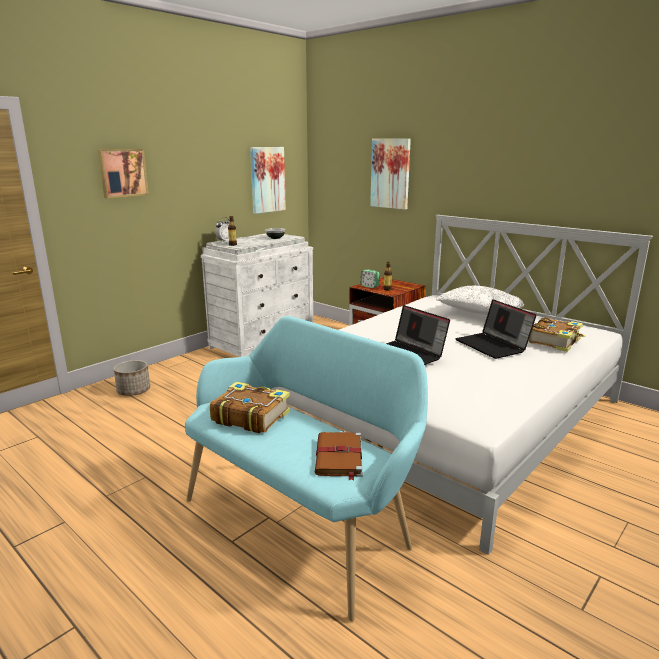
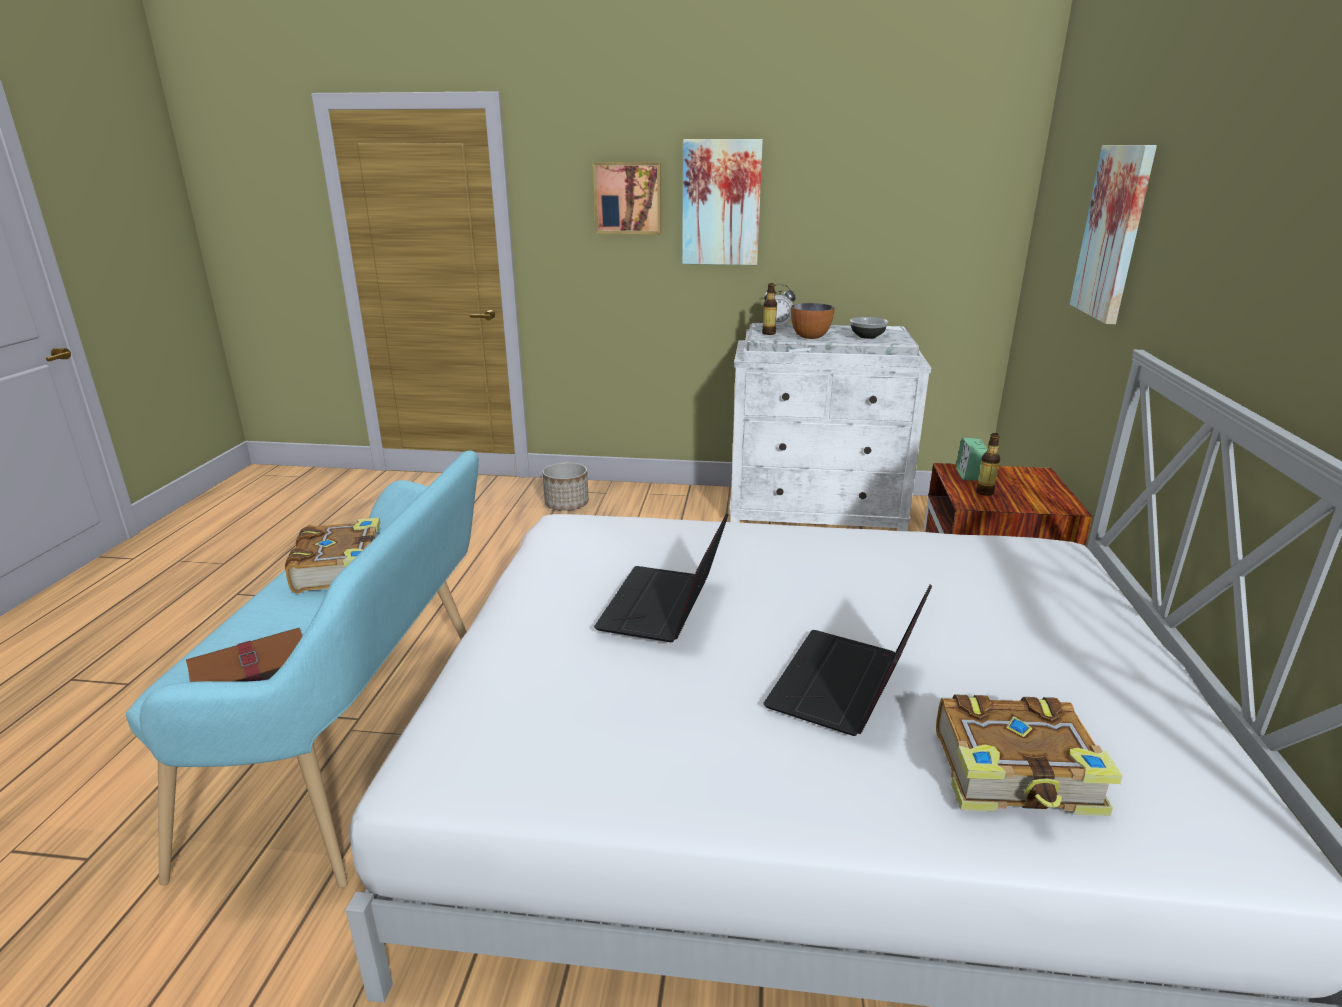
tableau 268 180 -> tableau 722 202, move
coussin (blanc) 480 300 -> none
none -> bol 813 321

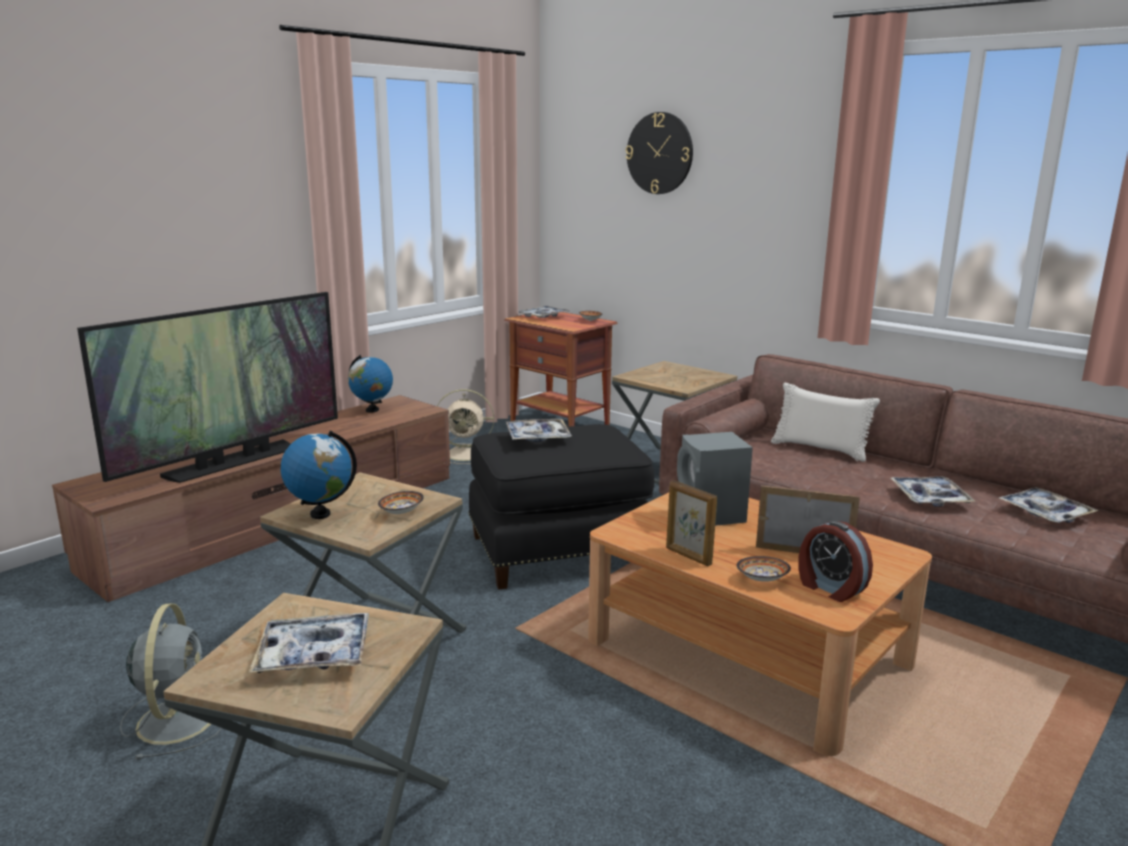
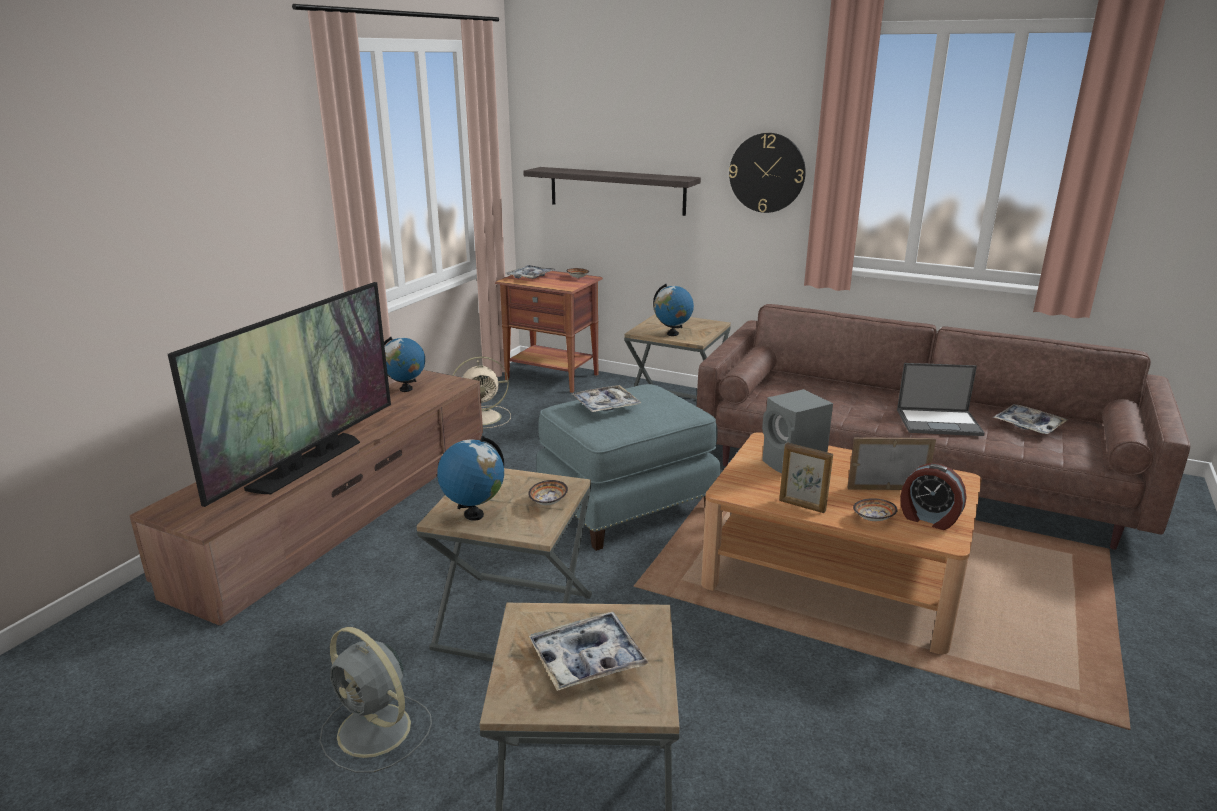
ventilateur (gris) 171 681 -> ventilateur (gris) 375 700, 150 degrees clockwise
pouf (noir) 562 507 -> pouf (bleu) 628 467
horloge murale 659 153 -> horloge murale 767 173, move
coussin (blanc) 825 422 -> none
plateau 933 491 -> ordinateur portable 941 399
none -> étagère 612 191
none -> globe 673 310

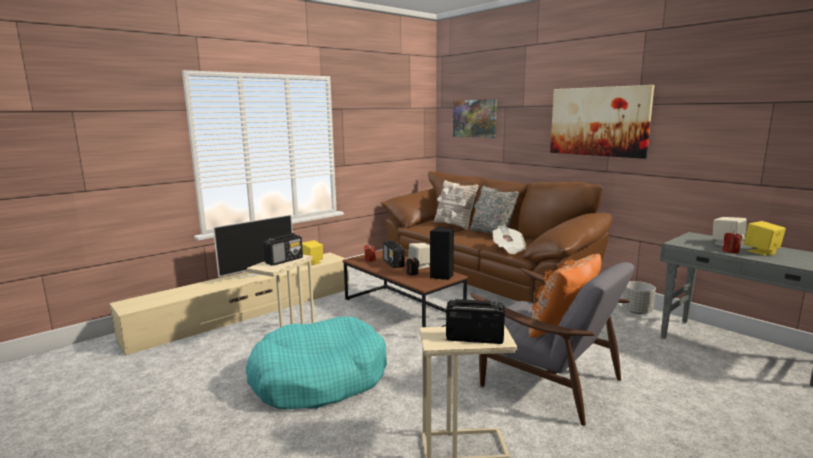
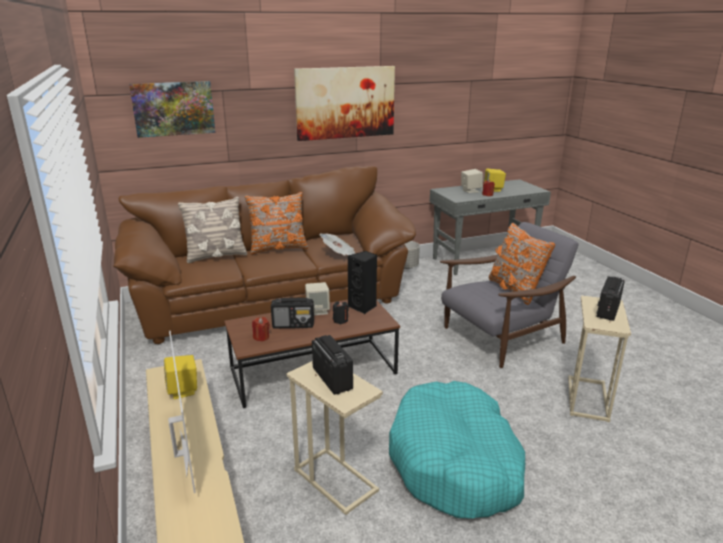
coussin (gris) 494 210 -> coussin (orange) 276 223

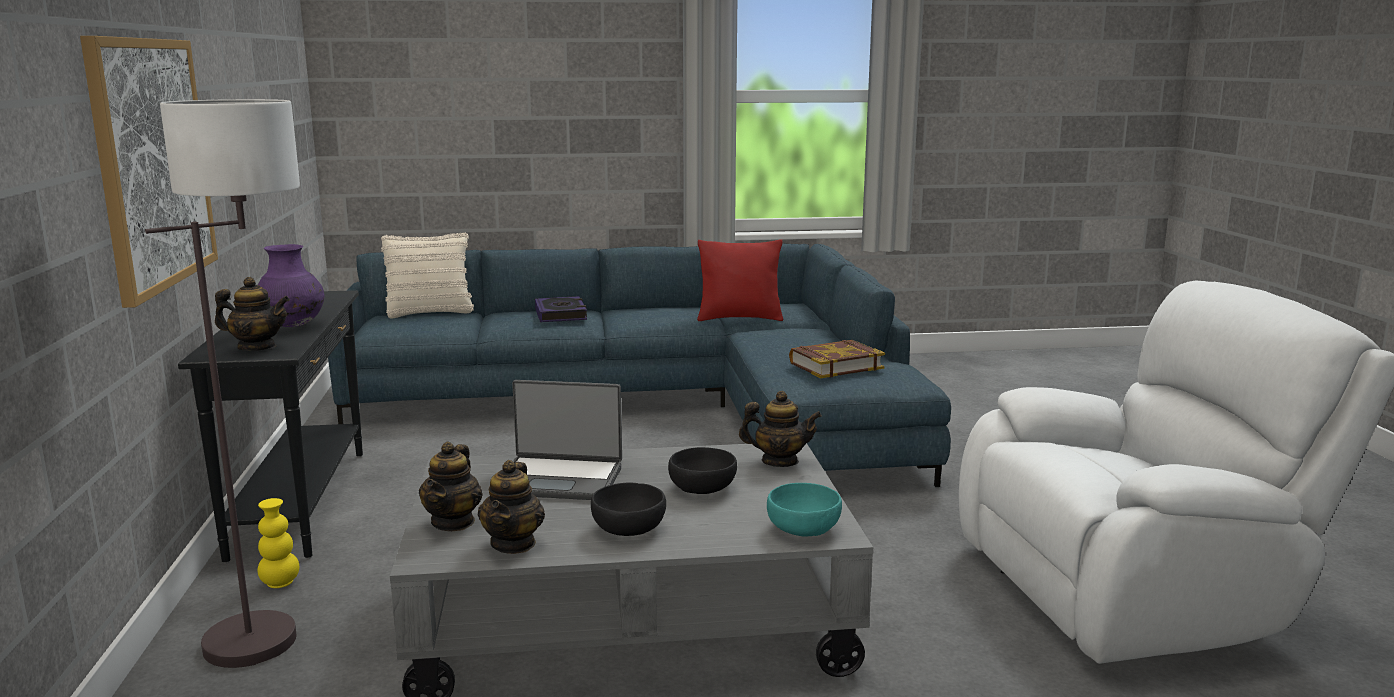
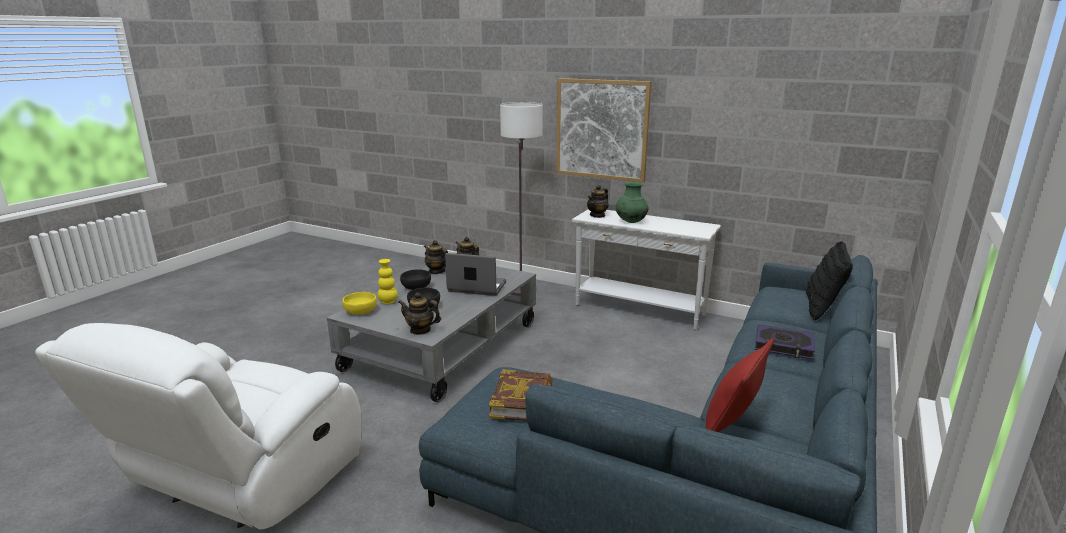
table console (noir) 270 427 -> table console (blanc) 646 269
vase (jaune) 278 543 -> vase (jaune) 387 281, move
vase (violet) 291 285 -> vase (vert) 632 202
coussin (beige) 427 275 -> coussin (noir) 829 280
ordinateur portable 567 440 -> ordinateur portable 475 274, 60 degrees clockwise
théière 780 429 -> théière 419 313, 60 degrees clockwise
bol (turquoise) 804 510 -> bol (jaune) 359 303

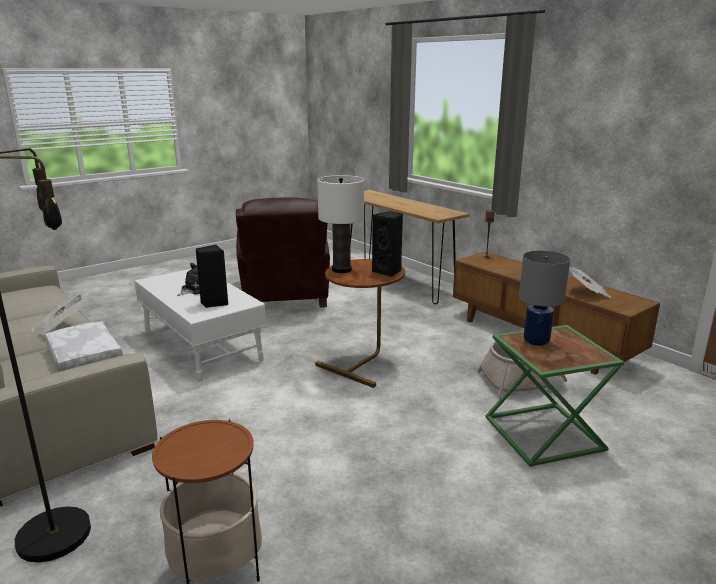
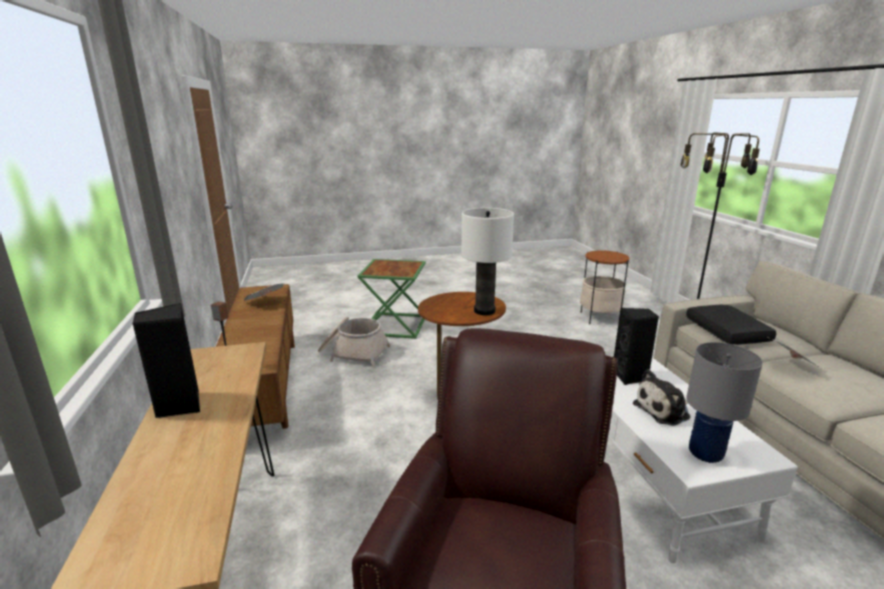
coussin (blanc) 84 347 -> coussin (noir) 731 325
enceinte (noir) 387 244 -> enceinte (noir) 166 360, move
lampe de table (gris) 544 298 -> lampe de table (gris) 724 402, move

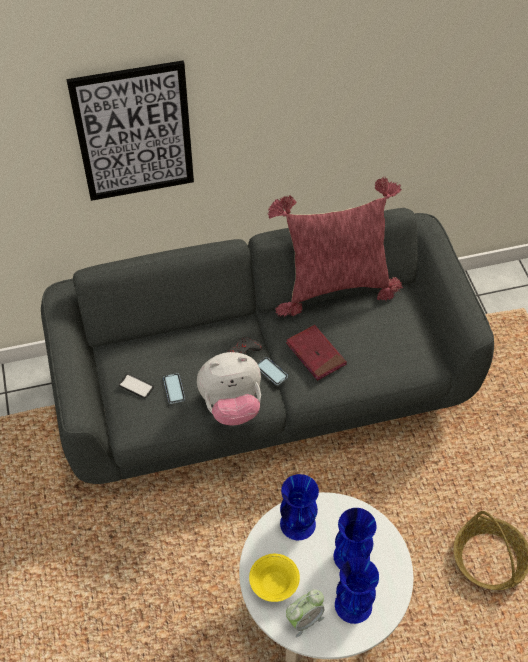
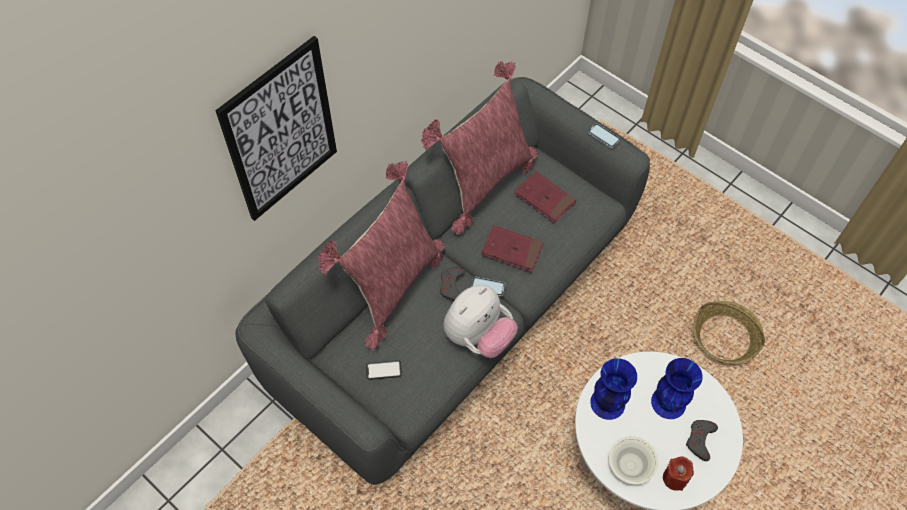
téléphone 174 388 -> téléphone 604 135, move
bol (jaune) 274 578 -> bol (blanc) 633 460
réveil 305 613 -> bougie (rouge) 678 473
vase (bleu) 357 590 -> manette (gris) 702 440
none -> coussin (rouge) 382 255
none -> livre (rouge) 545 197

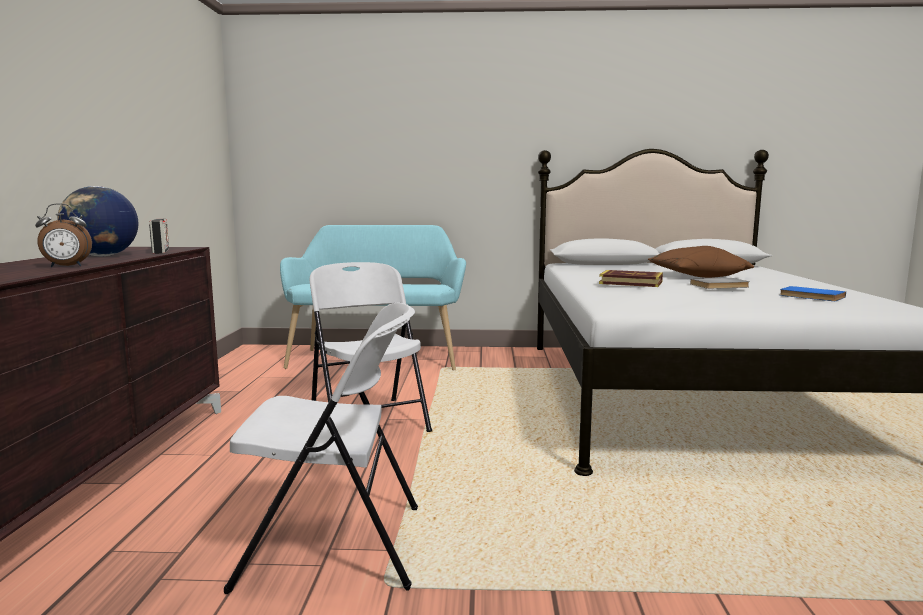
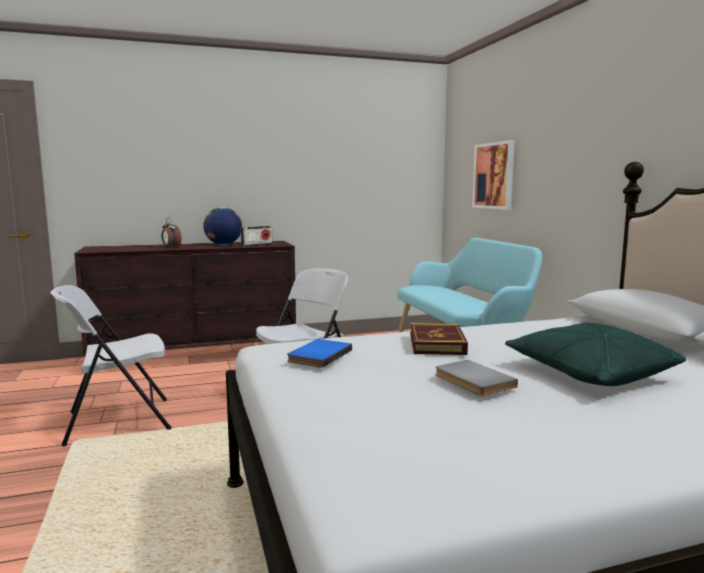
chaise (blanc) 321 448 -> chaise (blanc) 110 366, 90 degrees clockwise
coussin (marron) 701 262 -> coussin (vert) 595 354
livre (bleu) 813 293 -> livre (bleu) 319 353, move
none -> tableau 493 175

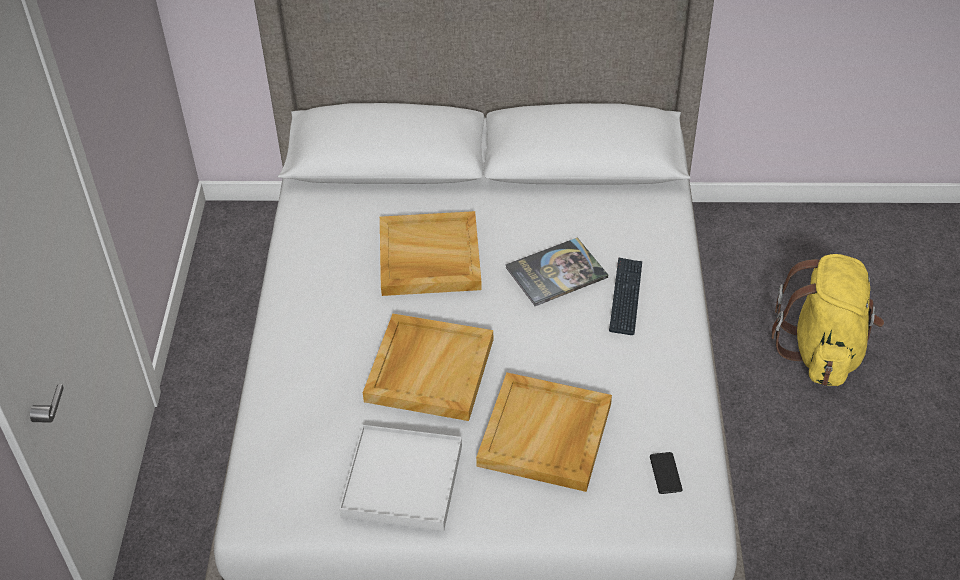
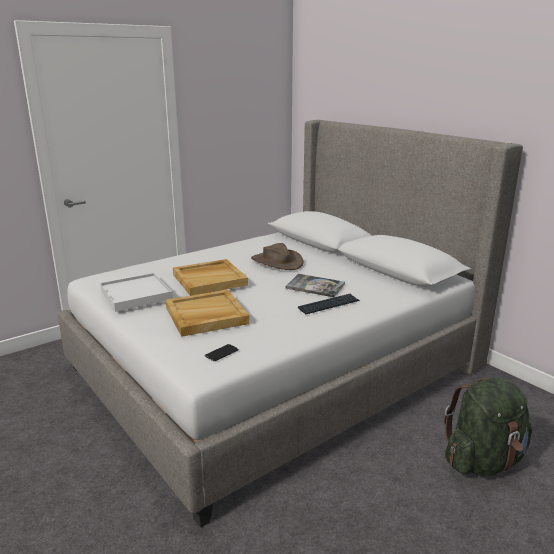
plateau (beige) 431 253 -> chapeau (marron) 277 256
sac à dos (jaune) 828 320 -> sac à dos (vert) 488 426

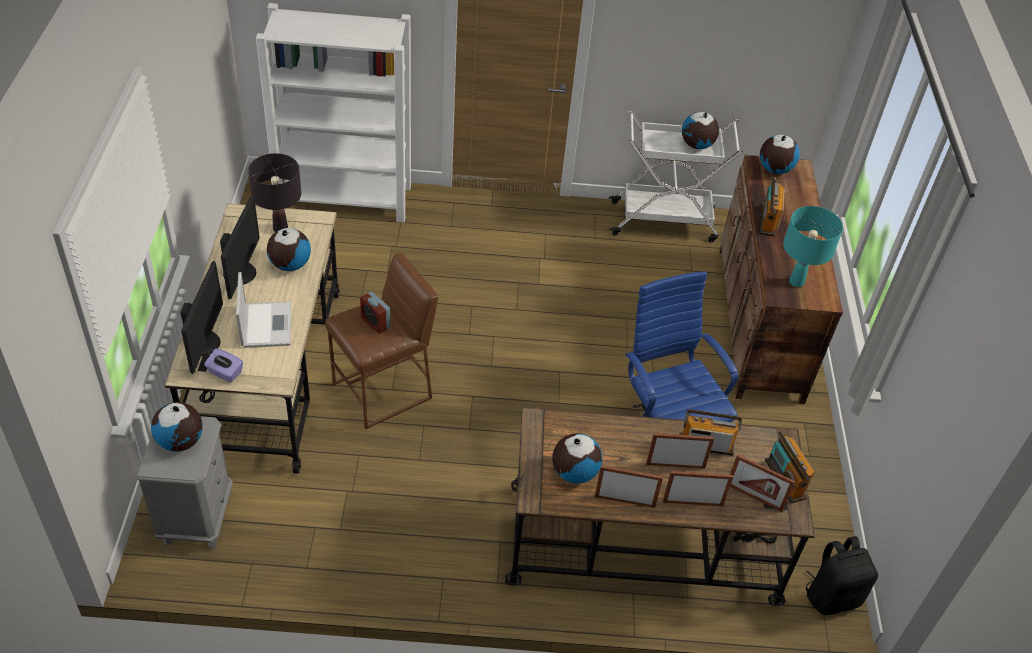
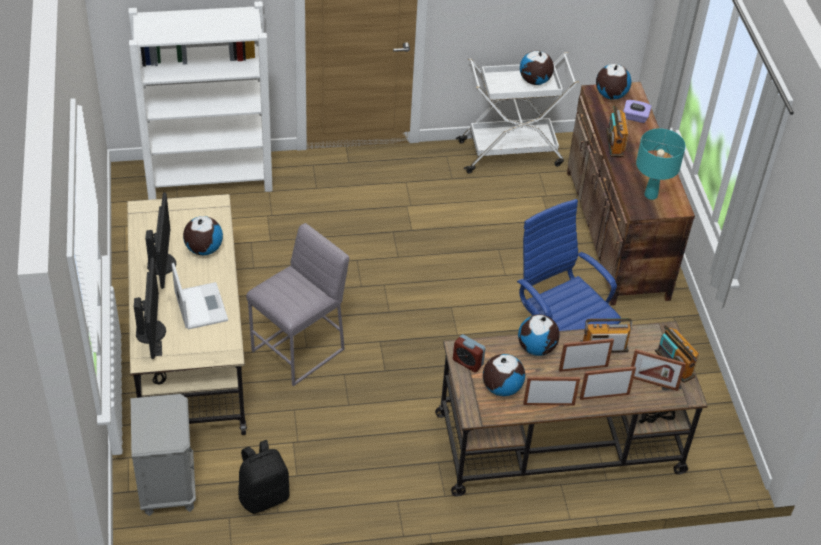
globe 177 427 -> globe 539 335, move
boîte à mouchoirs (violet) 223 366 -> boîte à mouchoirs (violet) 637 111, move
lampe de table (noir) 274 192 -> none
tabouret (marron) 381 341 -> tabouret (gris) 297 304
réveil 375 312 -> réveil 469 353, move
sac à dos (noir) 842 575 -> sac à dos (noir) 263 477, move

